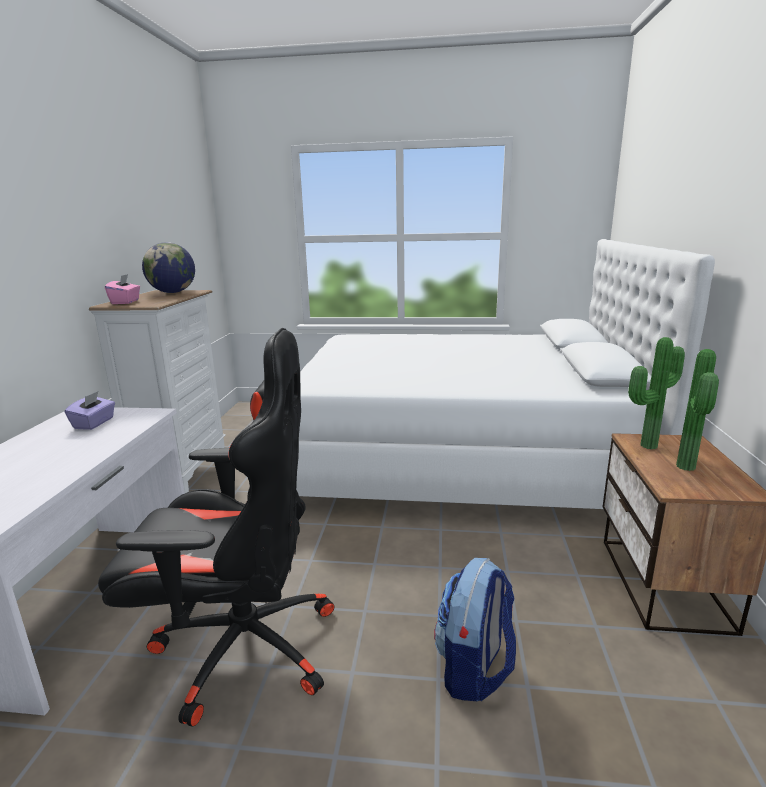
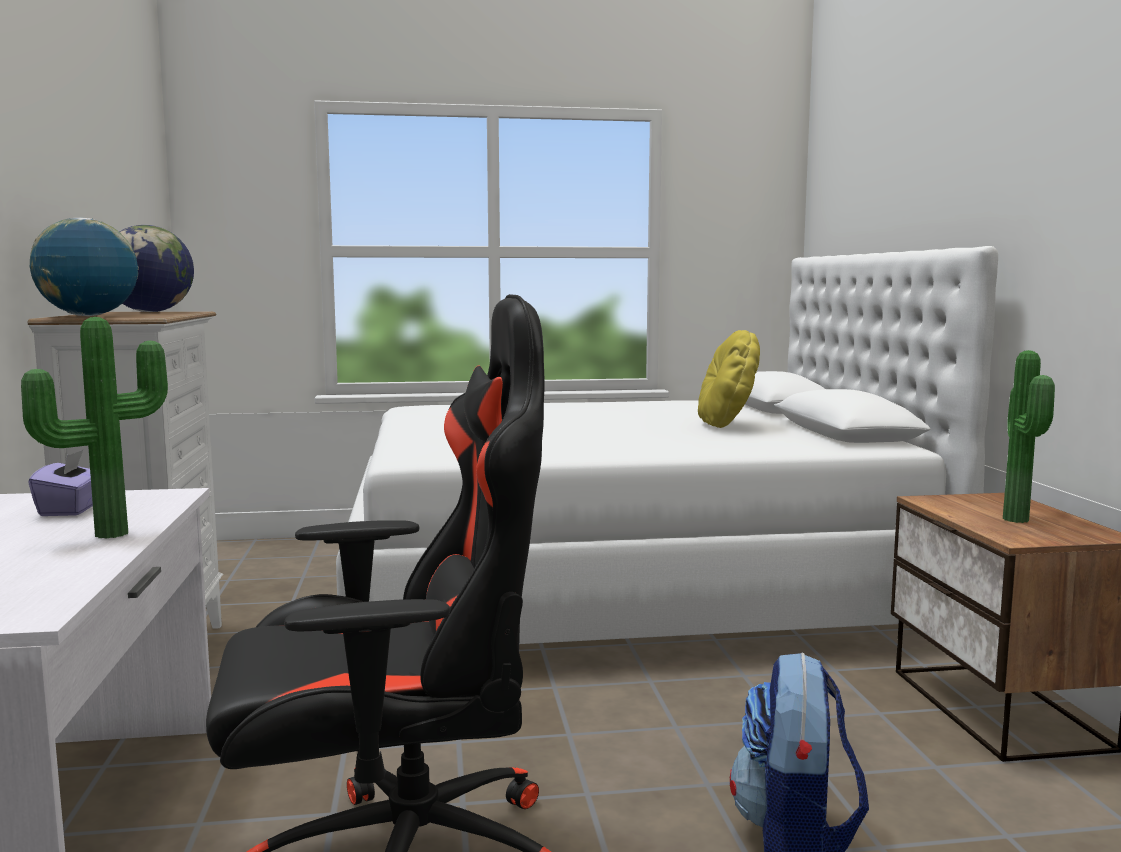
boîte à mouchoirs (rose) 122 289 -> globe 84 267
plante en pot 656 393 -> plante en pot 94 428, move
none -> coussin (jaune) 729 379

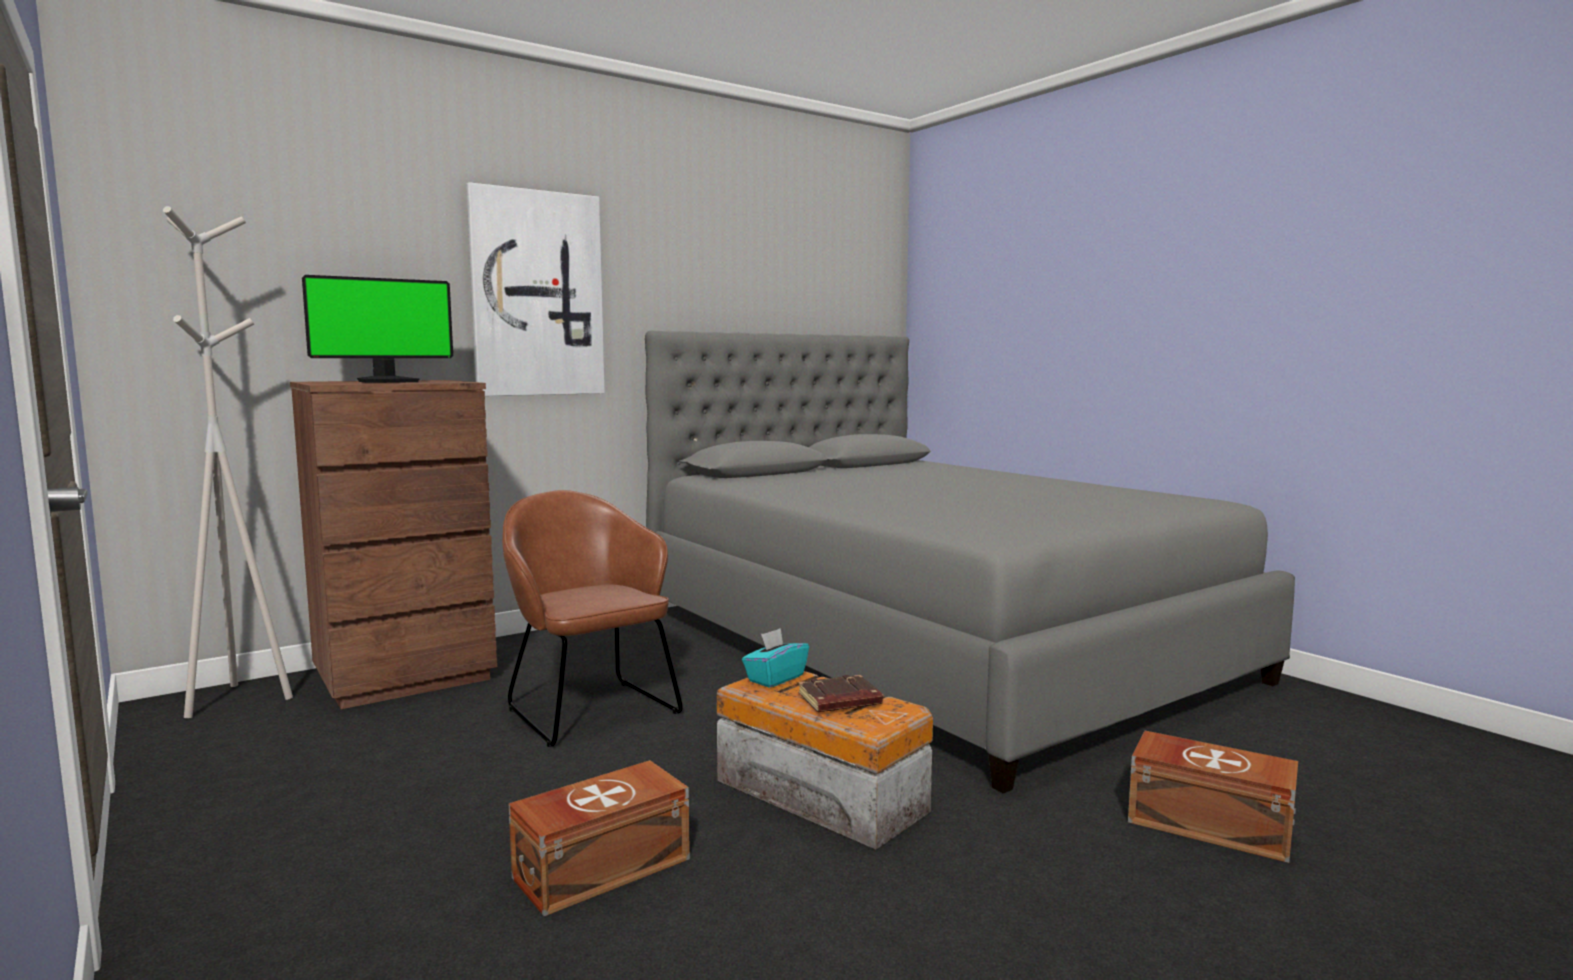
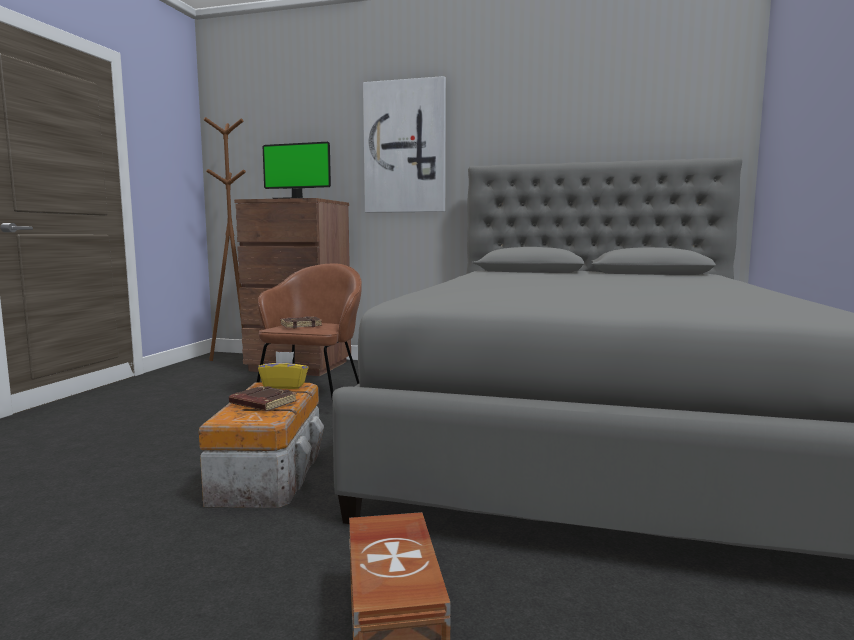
portant (gris) 228 462 -> portant (marron) 225 239
boîte de rangement (marron) 599 838 -> none
boîte à mouchoirs (turquoise) 775 658 -> boîte à mouchoirs (jaune) 283 370
none -> livre (marron) 301 322

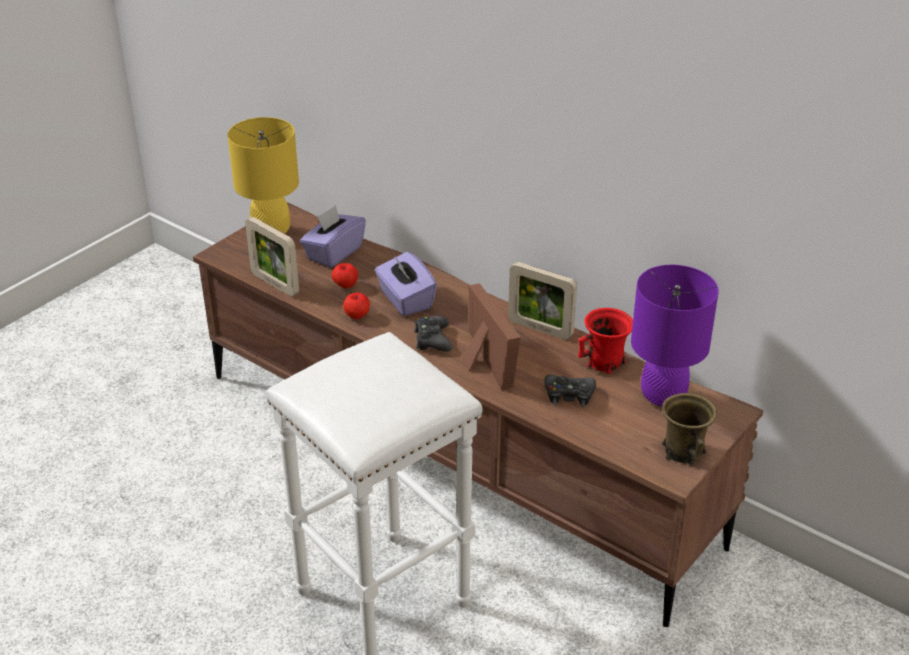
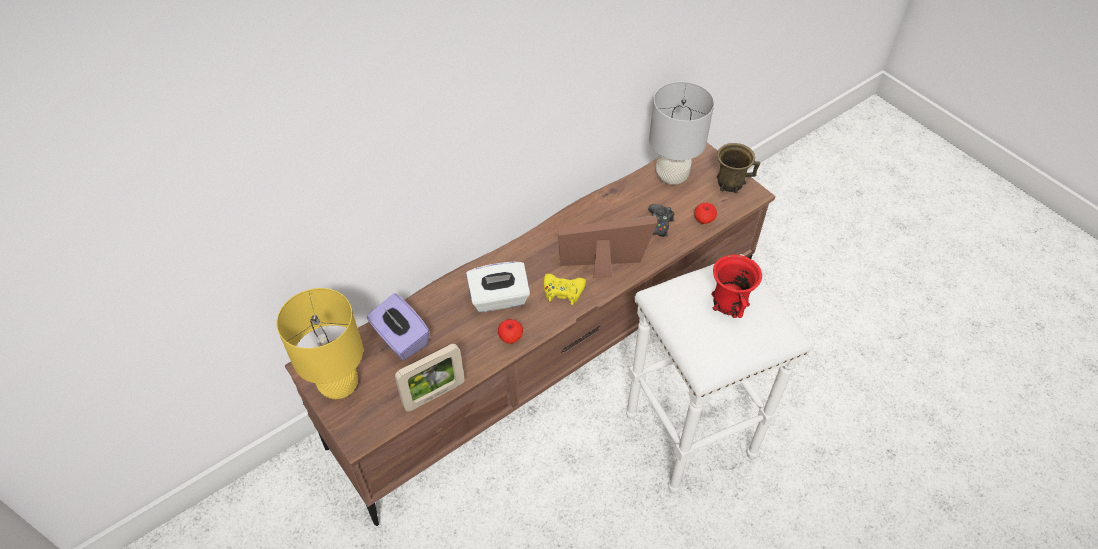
pomme 344 275 -> pomme 706 213, move
boîte à mouchoirs (violet) 406 284 -> boîte à mouchoirs (blanc) 498 287
manette (noir) 433 333 -> manette (jaune) 565 289
cadre photo 542 301 -> none
mug (rouge) 605 341 -> mug (rouge) 736 286, move
lampe de table (violet) 675 336 -> lampe de table (gris) 681 133

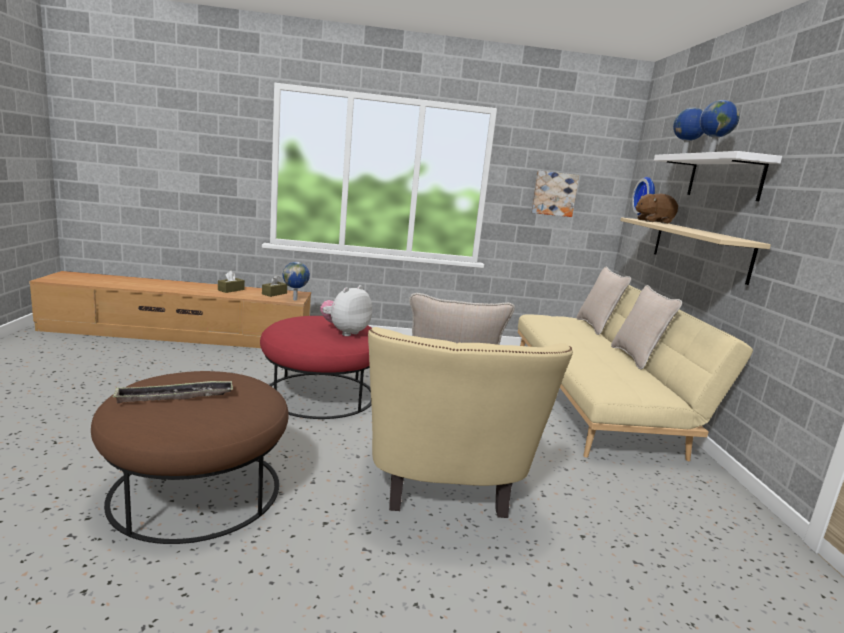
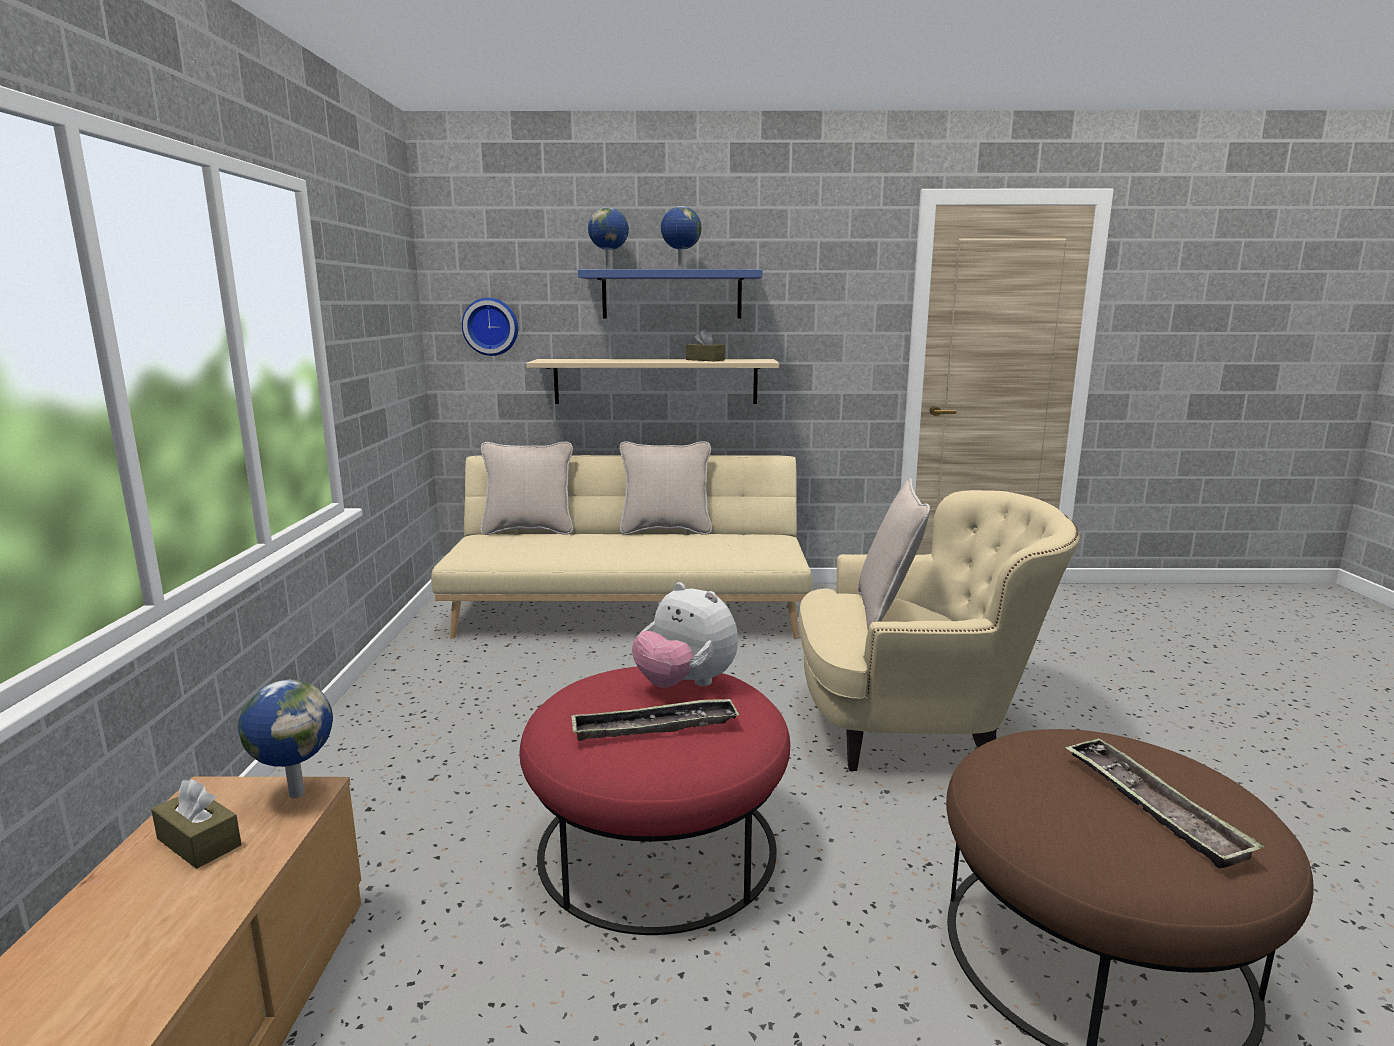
boîte à mouchoirs (marron) 231 282 -> boîte à mouchoirs (marron) 705 345, move
tableau 555 194 -> none
peluche (marron) 656 209 -> none
étagère (blanc) 718 176 -> étagère (bleu) 670 293
none -> plateau 655 719

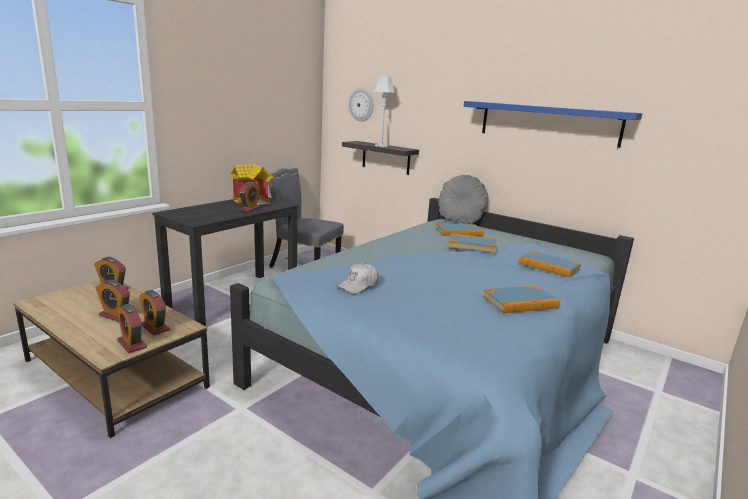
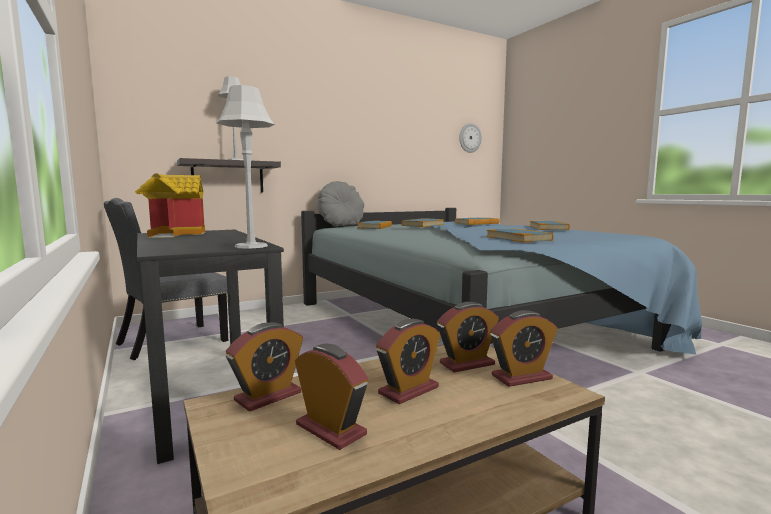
réveil 250 196 -> réveil 331 397, move
casquette (blanc) 358 278 -> livre 520 235
horloge murale 361 105 -> horloge murale 470 138, move
étagère (bleu) 553 124 -> none
none -> lampe de table (gris) 245 167

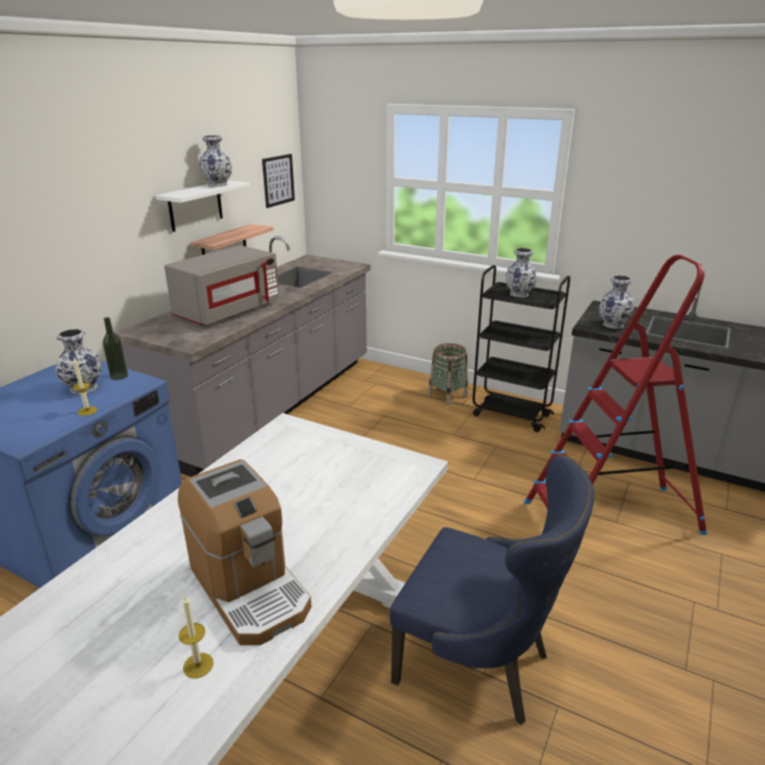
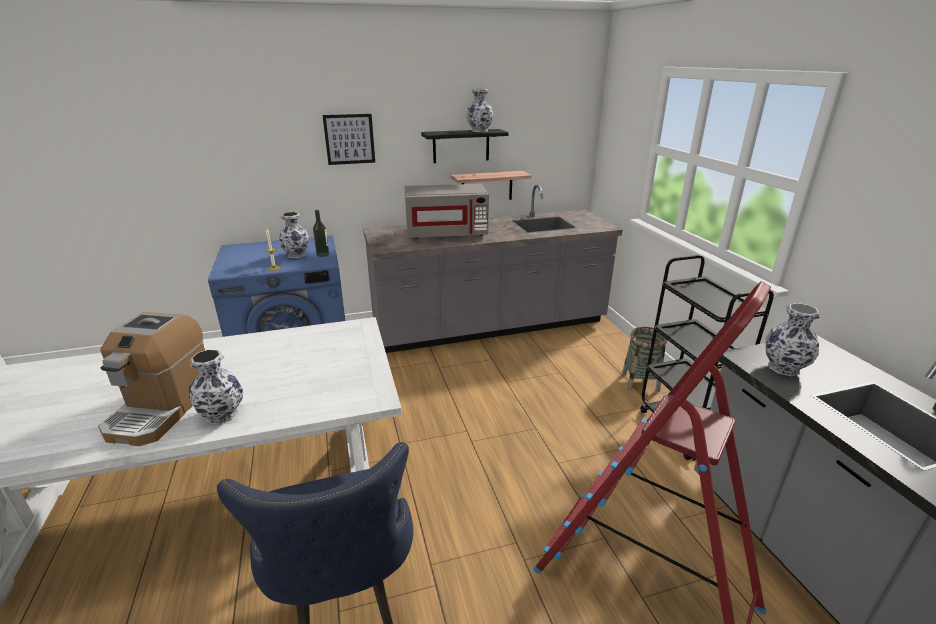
étagère (blanc) 203 206 -> étagère (noir) 465 146
bougie 196 636 -> none
tableau 278 181 -> tableau 348 139, move
vase 521 273 -> vase 216 387, move

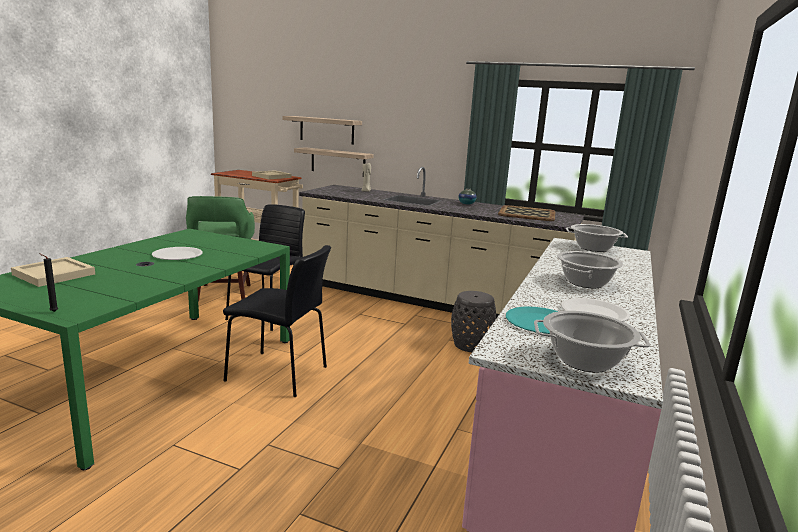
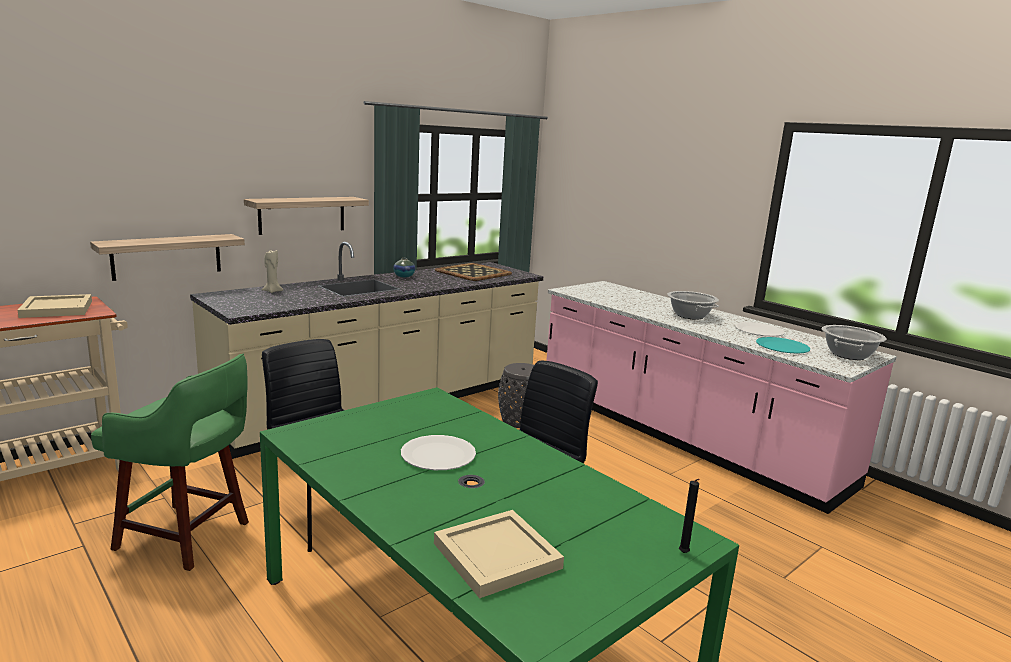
étagère 322 130 -> étagère 306 216, move
marmite 597 238 -> none

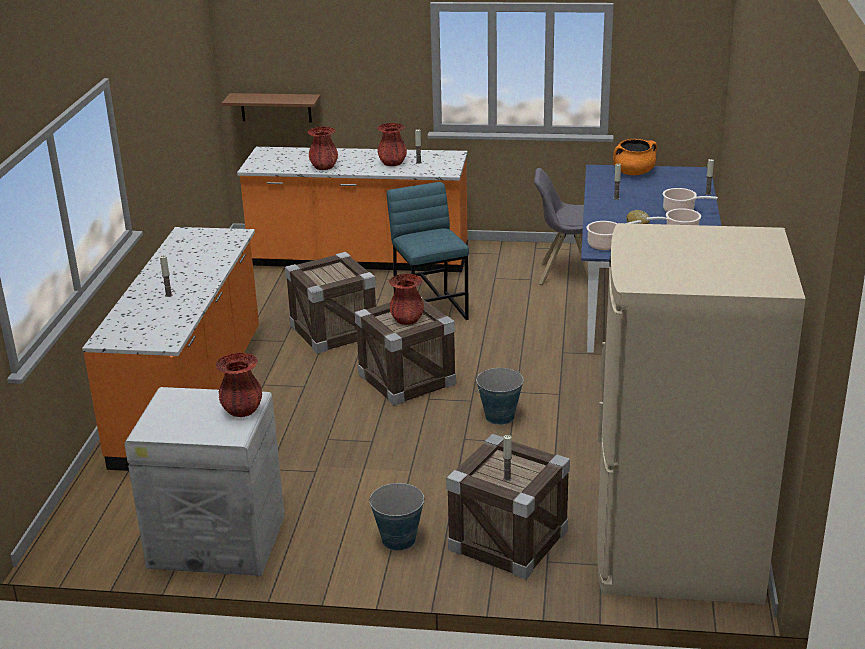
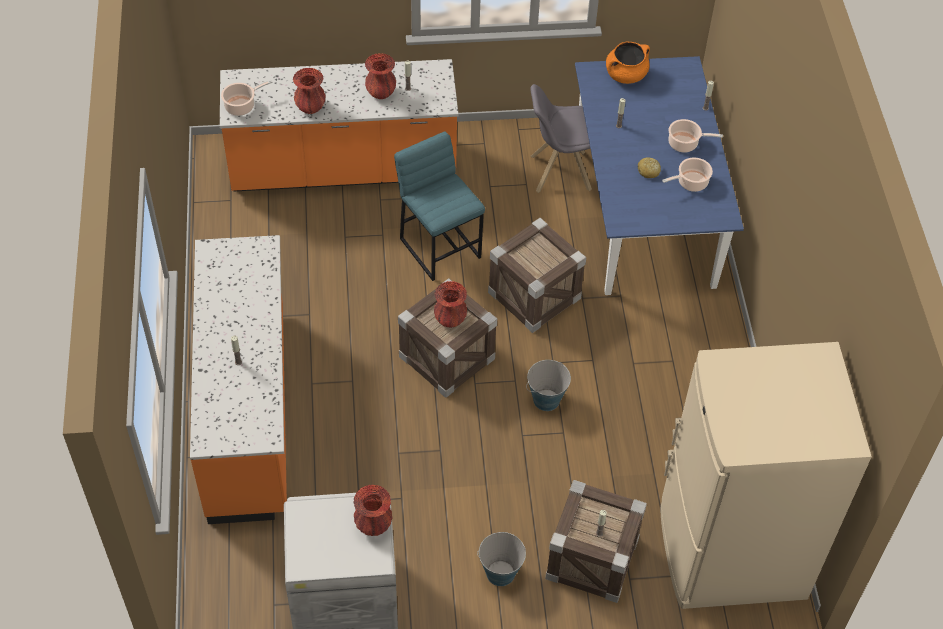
étagère (marron) 271 107 -> none
caisse 330 303 -> caisse 537 275, move
marmite 614 235 -> marmite 247 98, move

